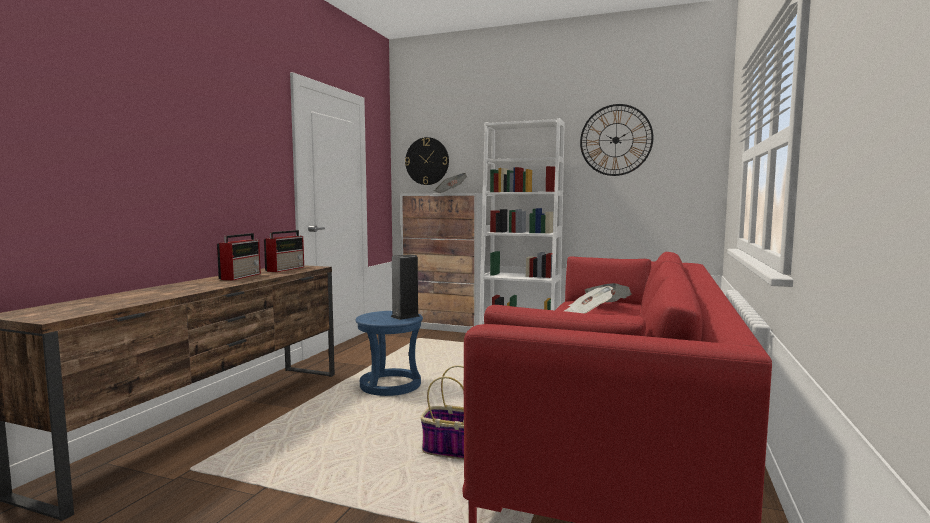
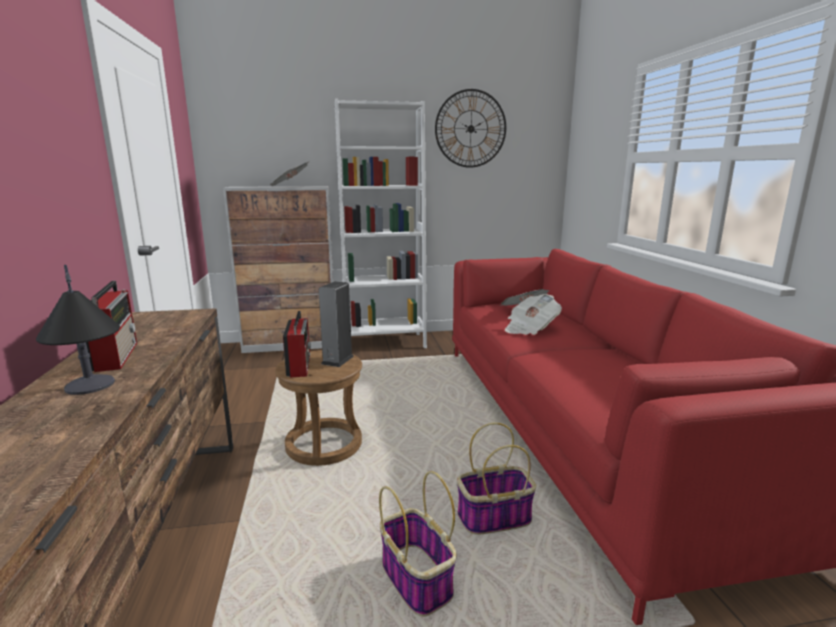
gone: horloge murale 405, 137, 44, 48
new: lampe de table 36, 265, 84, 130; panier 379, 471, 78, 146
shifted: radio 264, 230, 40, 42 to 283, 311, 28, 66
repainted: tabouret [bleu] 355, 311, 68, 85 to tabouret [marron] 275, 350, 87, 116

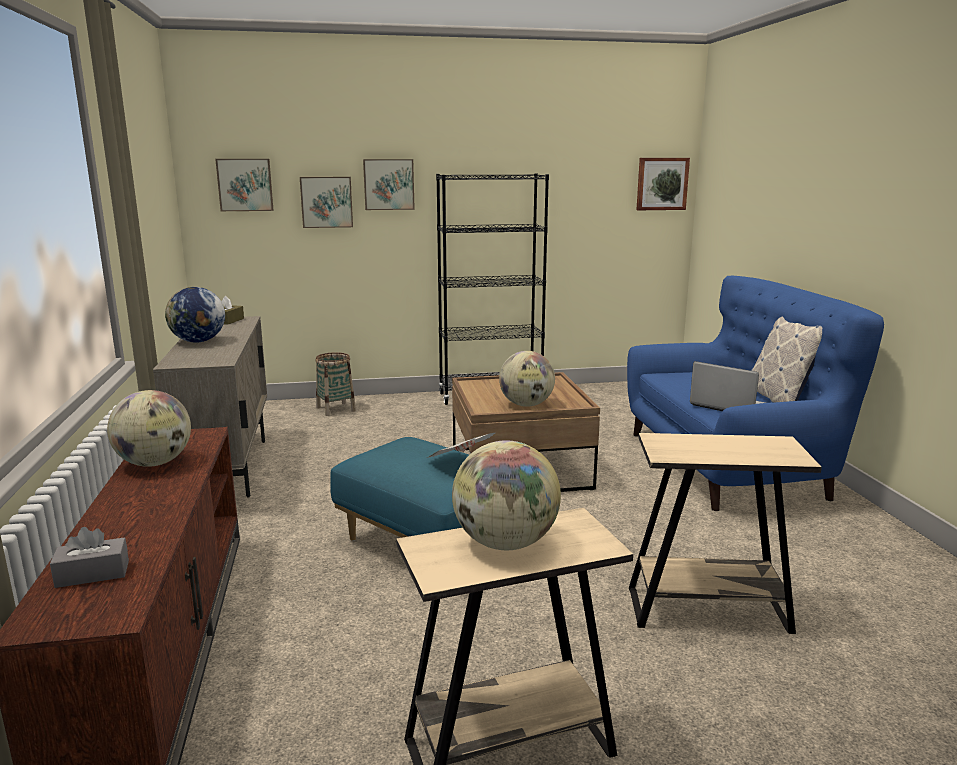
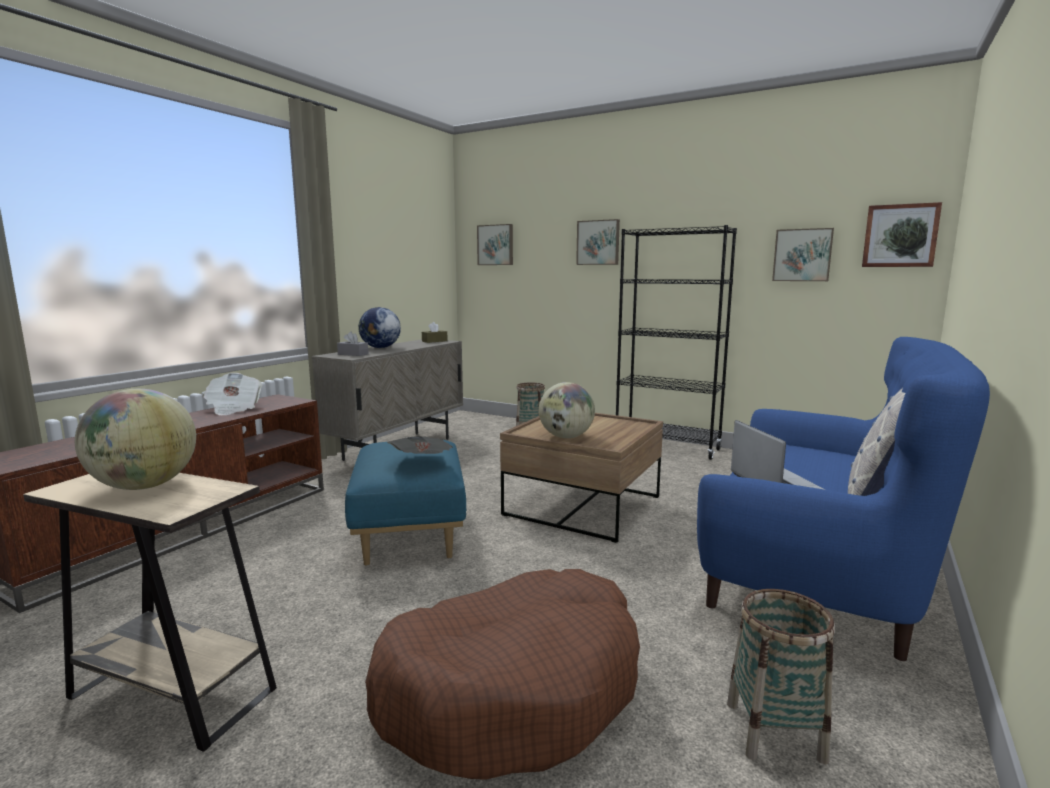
new: panier 727, 589, 108, 175
shifted: boîte à mouchoirs [gris] 50, 527, 79, 61 to 337, 332, 32, 24; tableau 300, 177, 53, 51 to 772, 228, 62, 53
swapped: globe 107, 390, 84, 77 to journal 203, 373, 59, 42; table d'appoint [beige] 629, 433, 193, 201 to panier pour chien [marron] 365, 569, 275, 211

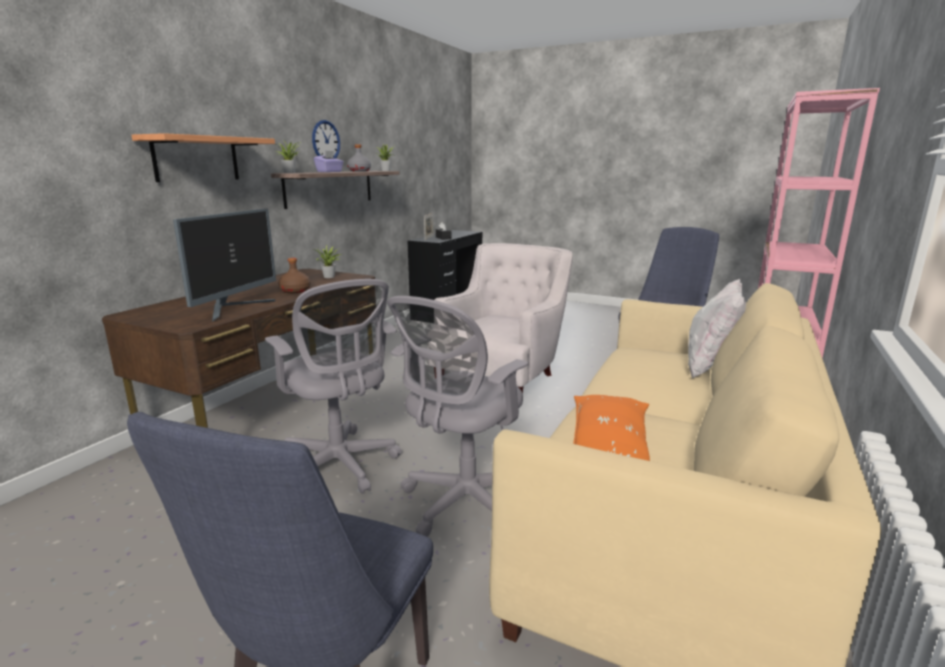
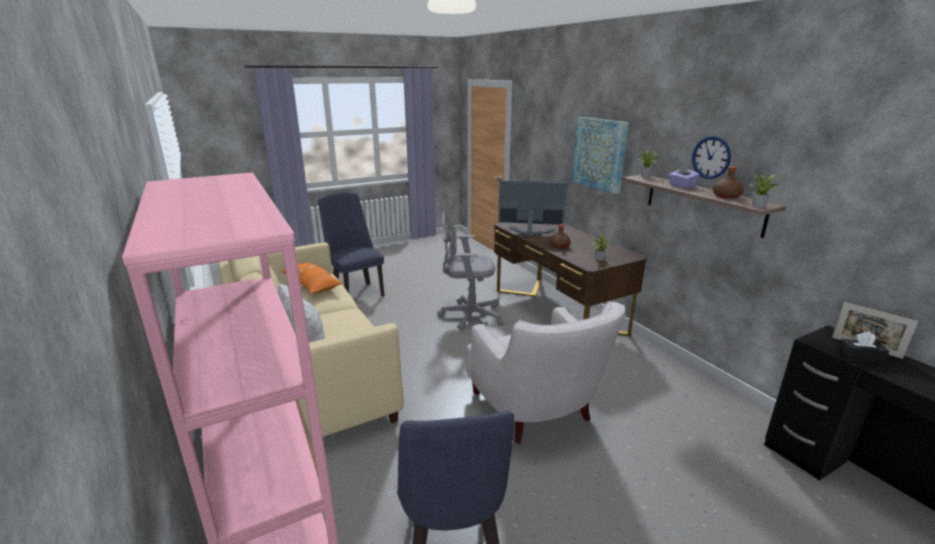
gone: chaise de bureau [gris] 387, 296, 141, 241
swapped: étagère 131, 133, 144, 49 to tableau 572, 117, 57, 77
repainted: bouteille [gris] 347, 145, 24, 26 to bouteille [marron] 713, 166, 31, 32
rotated: écran d'ordinateur 173, 208, 103, 114 = 498, 180, 69, 57 135 degrees clockwise

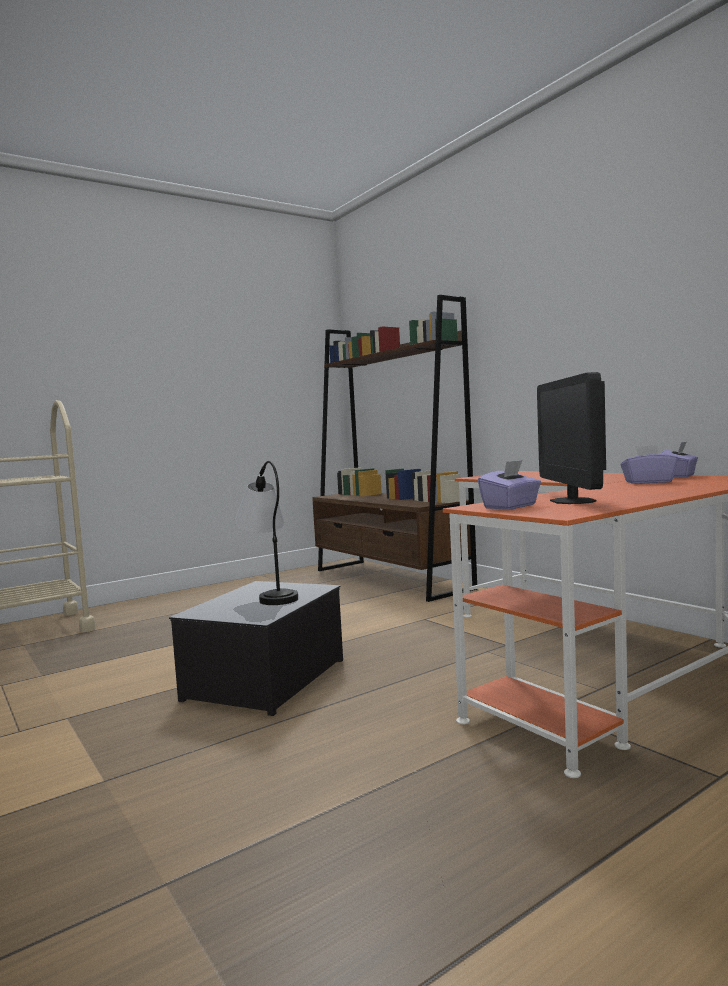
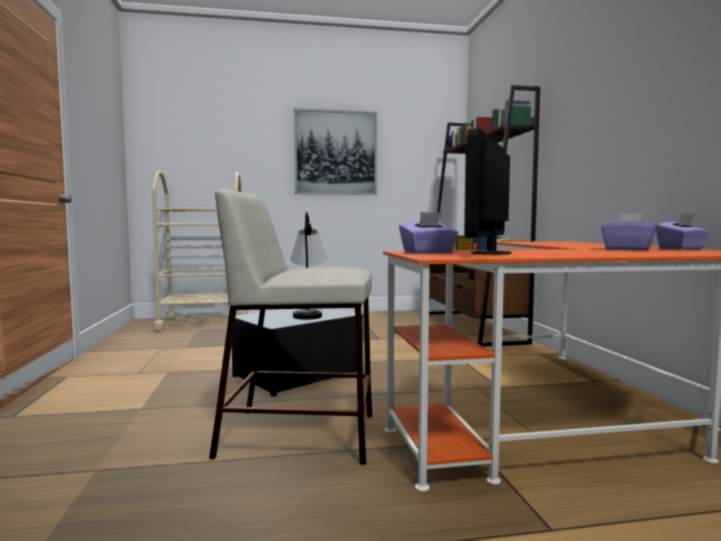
new: tabouret [beige] 209, 189, 163, 276; tableau 294, 109, 83, 86

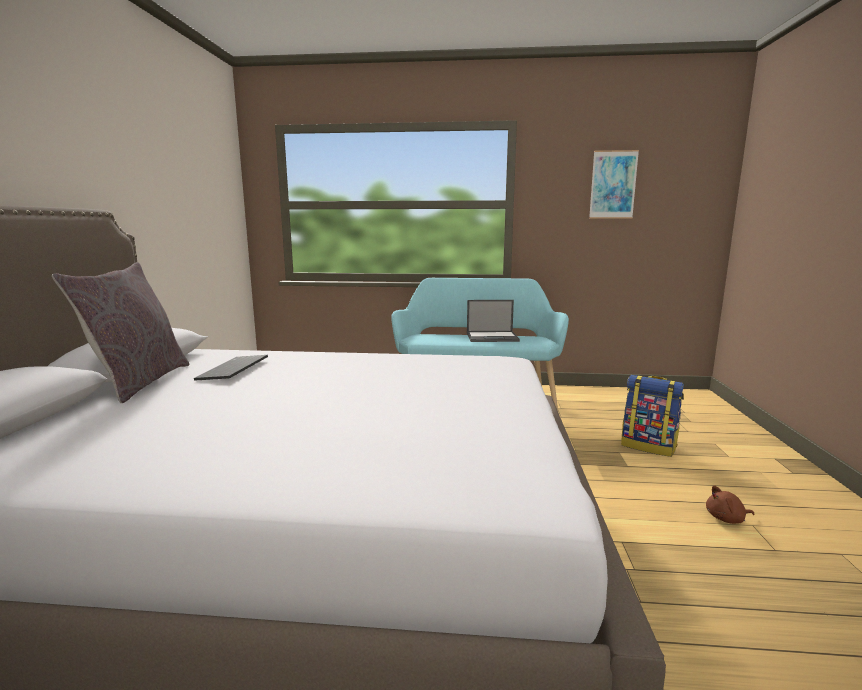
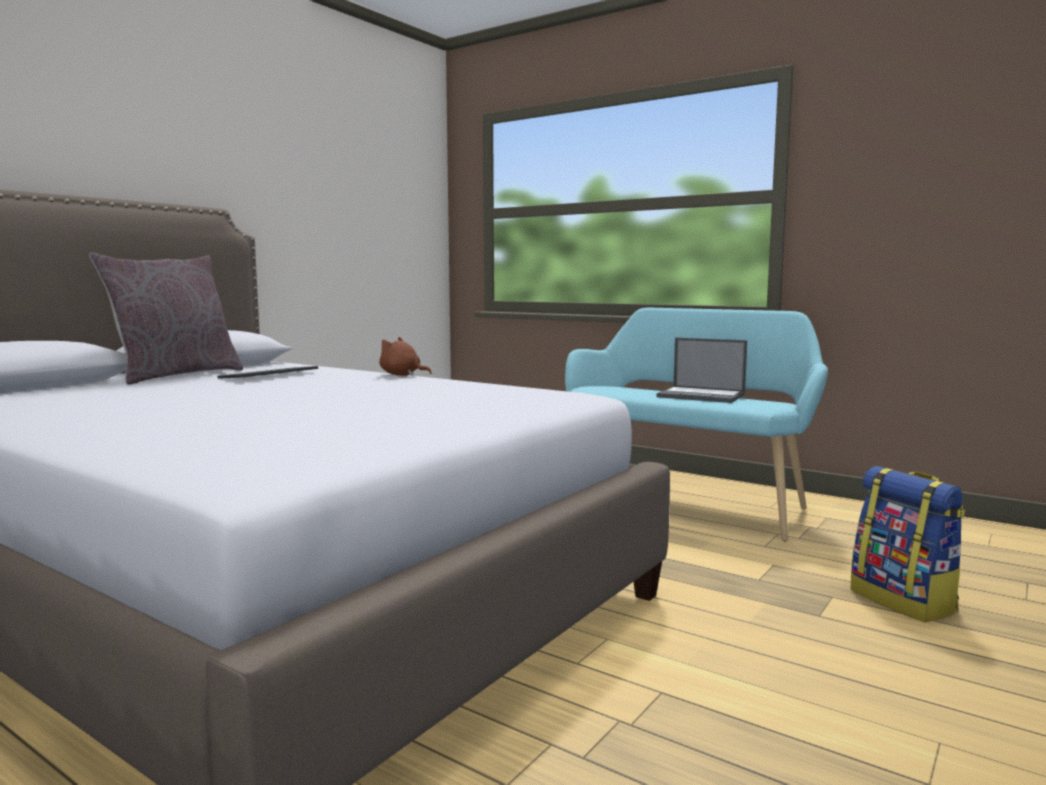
gone: tableau 589, 150, 50, 69
shifted: peluche [marron] 706, 485, 49, 39 to 379, 337, 53, 39

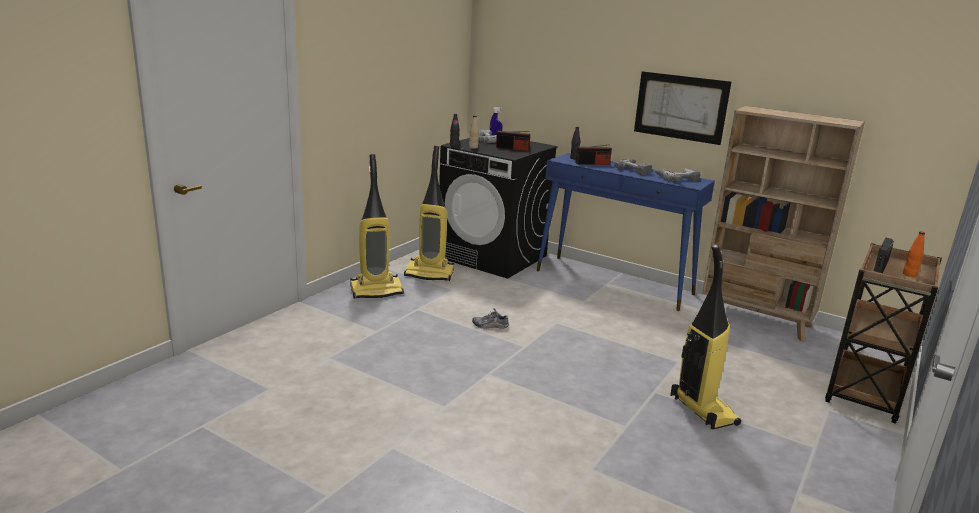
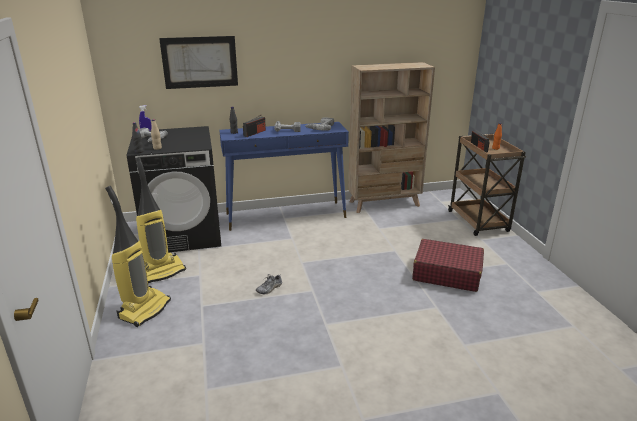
gone: radio 496, 131, 34, 20
shifted: tableau 634, 71, 97, 74 to 159, 36, 79, 53
swapped: aspirateur 670, 244, 71, 185 to valise [rouge] 412, 239, 72, 53

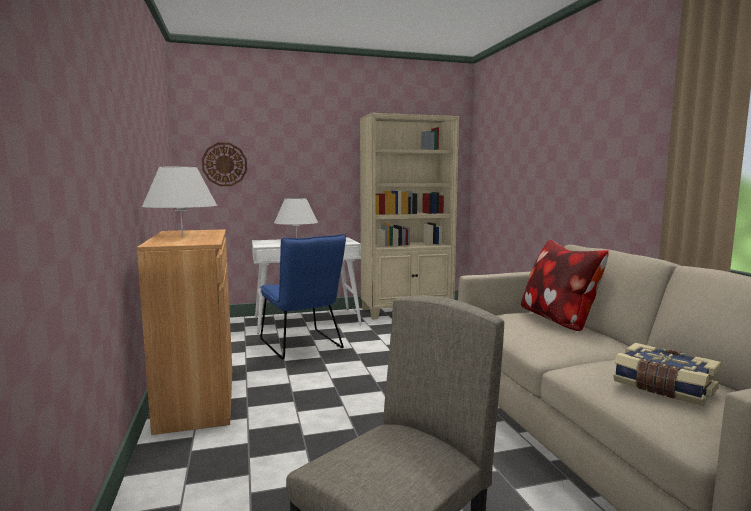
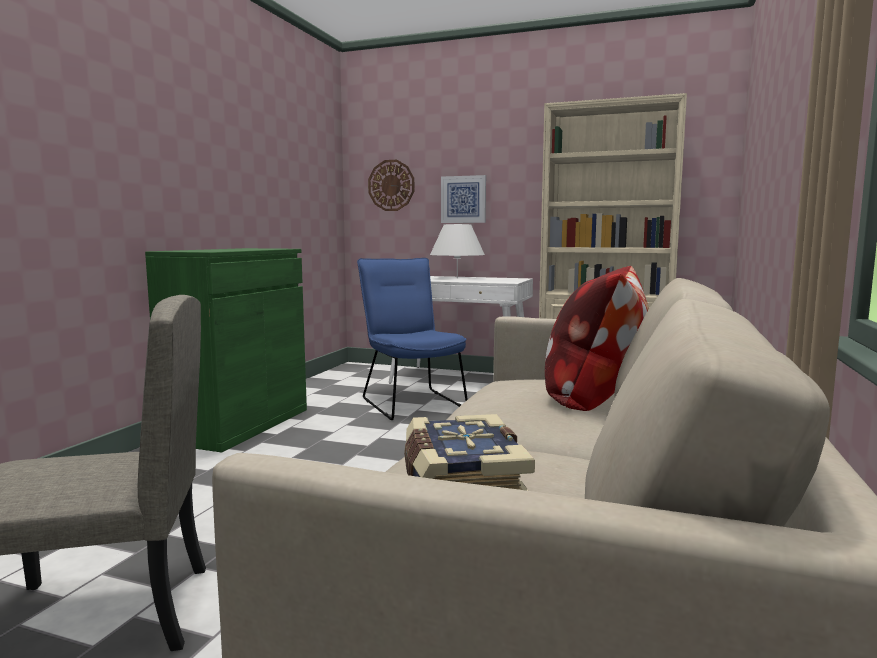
gone: lampe de table [blanc] 142, 167, 76, 69
new: tableau 441, 175, 45, 48
repainted: meuble de rangement [marron] 137, 229, 95, 206 to meuble de rangement [vert] 145, 248, 162, 205
rotated: chaise [bleu] 260, 234, 86, 125 = 357, 258, 111, 162 150 degrees clockwise

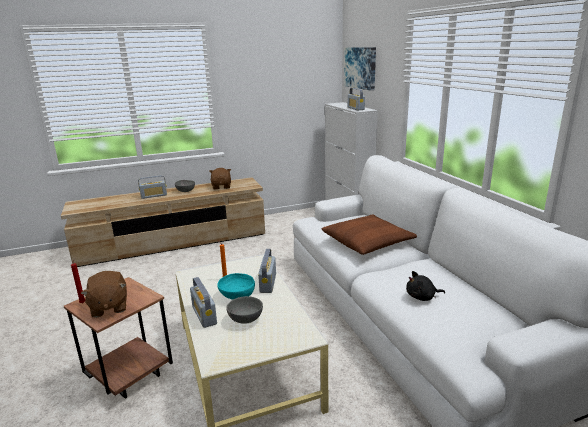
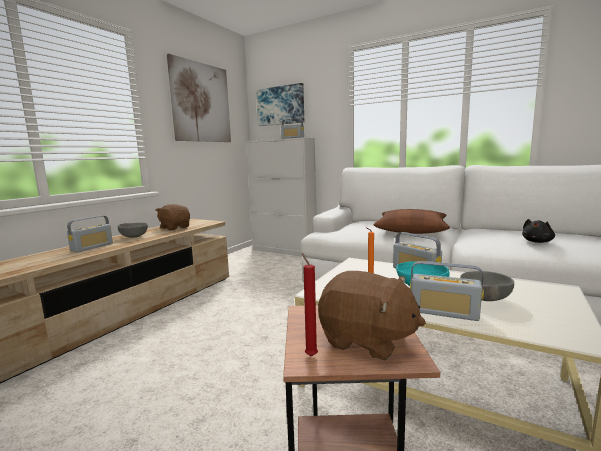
new: tableau 167, 54, 64, 88

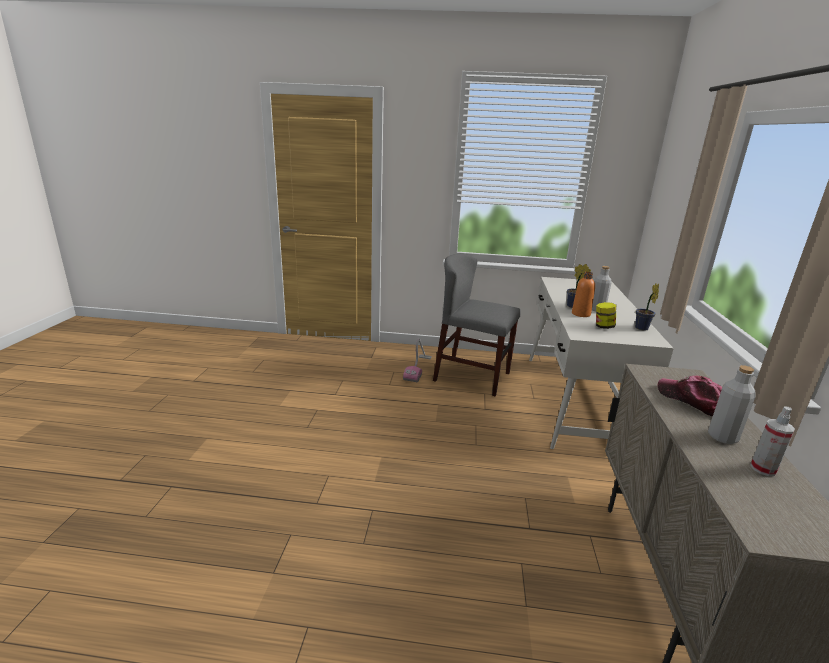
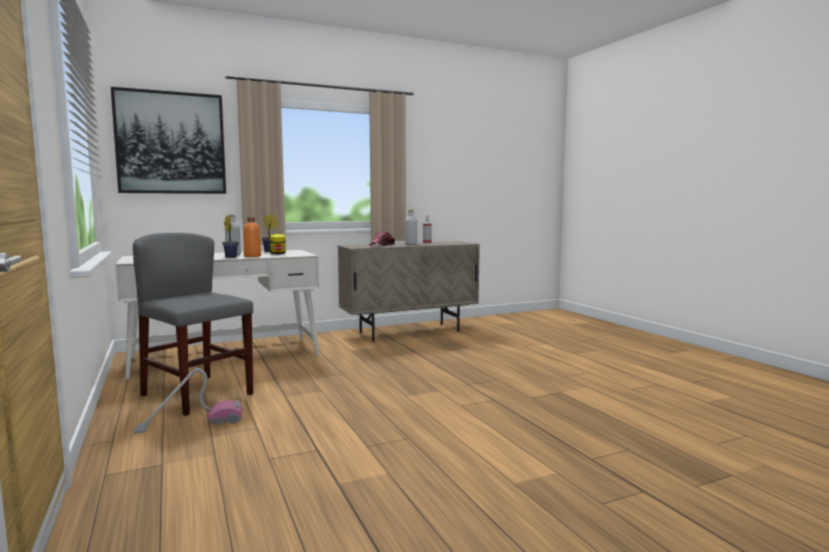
new: tableau 111, 87, 115, 107
rotated: chaise [gris] 433, 254, 88, 142 = 133, 233, 120, 183 135 degrees clockwise

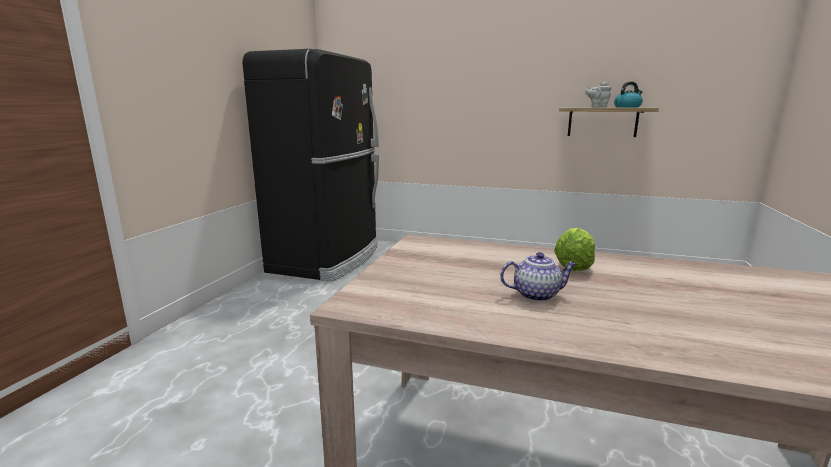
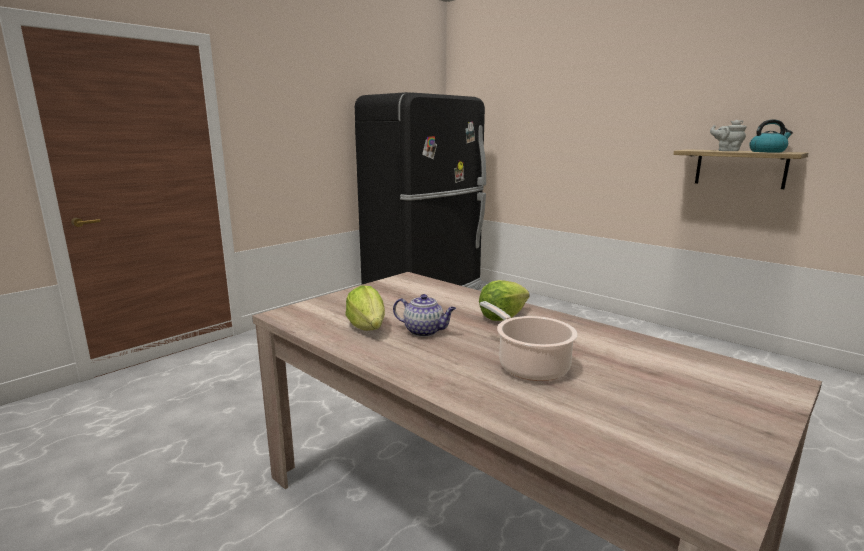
new: laitue 346, 285, 39, 46; marmite 480, 301, 97, 80

